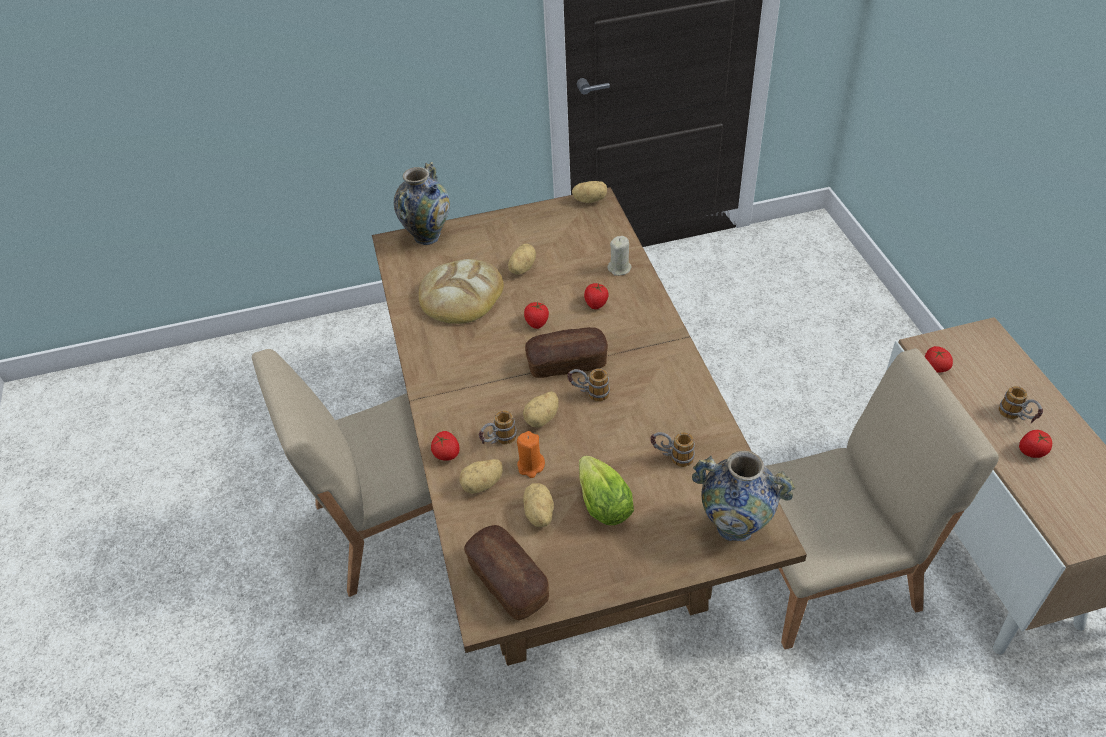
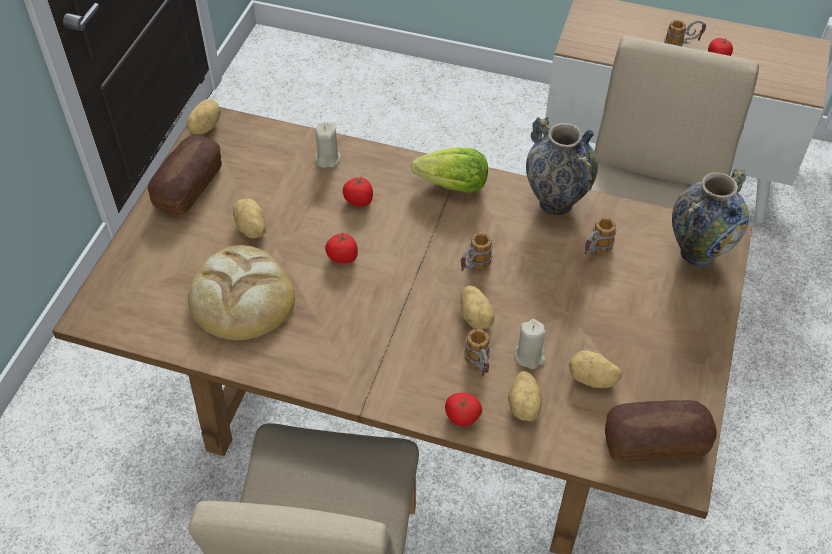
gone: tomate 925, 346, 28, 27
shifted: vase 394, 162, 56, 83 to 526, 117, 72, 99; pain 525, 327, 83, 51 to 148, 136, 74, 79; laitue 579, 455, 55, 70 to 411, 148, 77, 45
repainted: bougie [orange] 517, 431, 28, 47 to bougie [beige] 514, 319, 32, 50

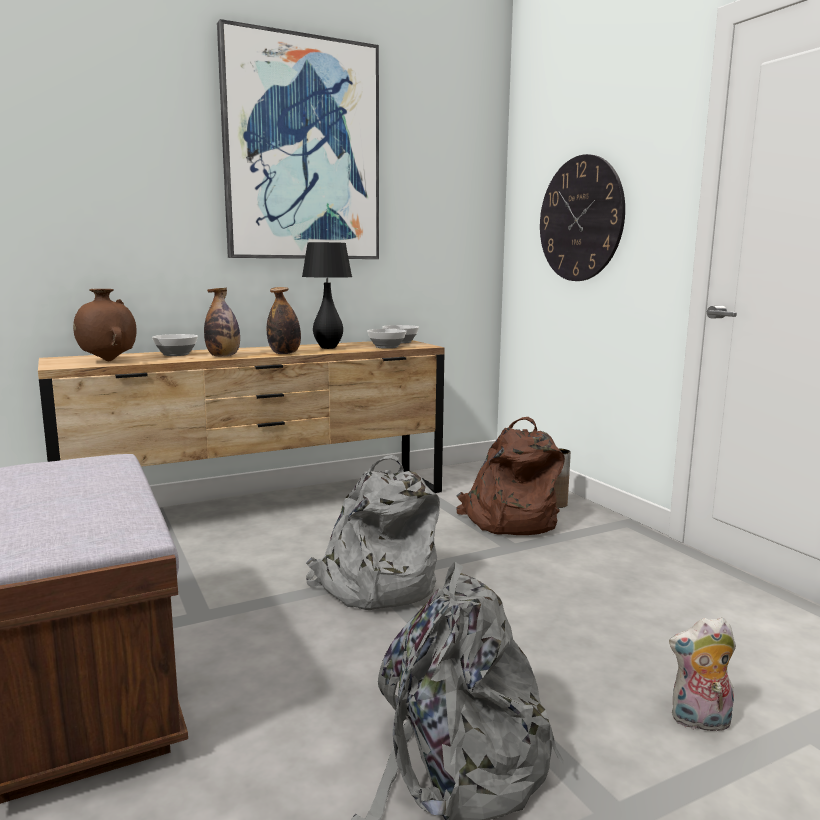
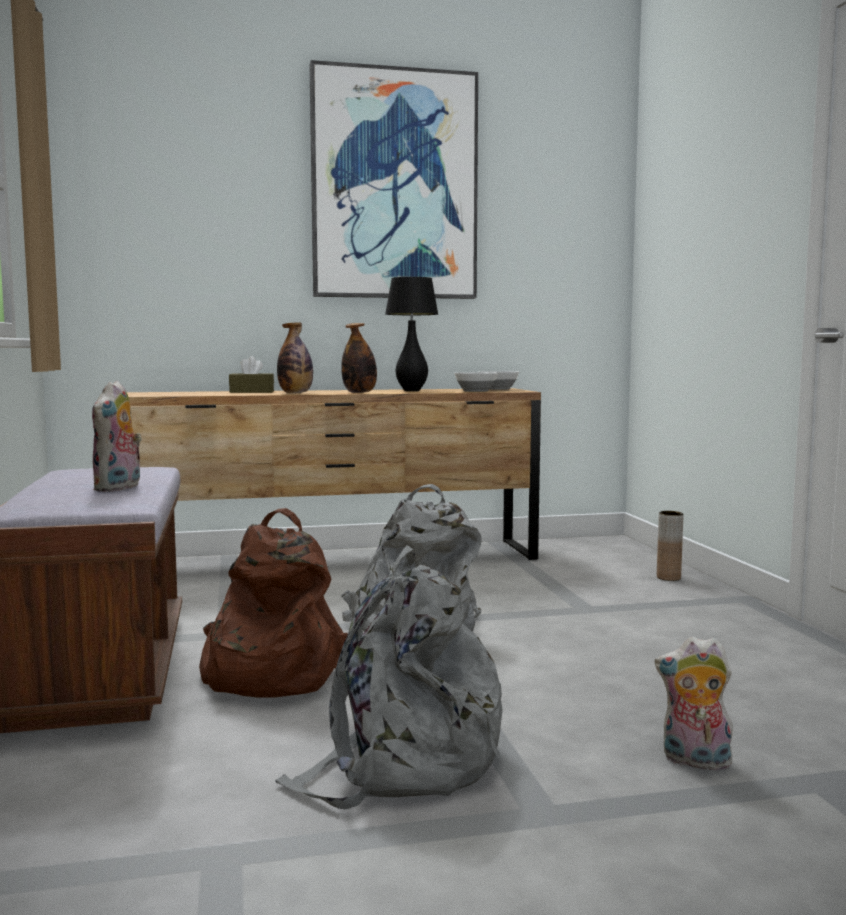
gone: vase [marron] 73, 289, 63, 72; horloge murale 540, 154, 85, 127
new: peluche 92, 380, 50, 112
shifted: sac à dos [marron] 457, 417, 108, 118 to 199, 508, 149, 190
swapped: bol 152, 334, 46, 22 to boîte à mouchoirs [marron] 229, 356, 45, 37

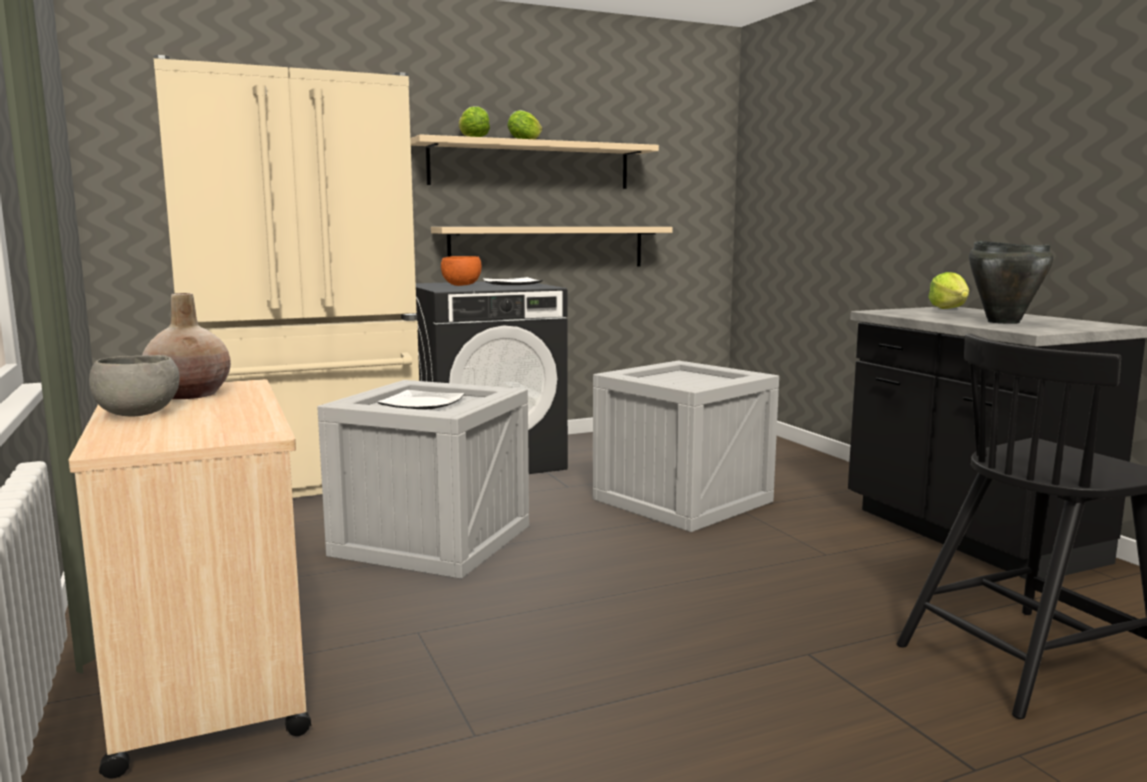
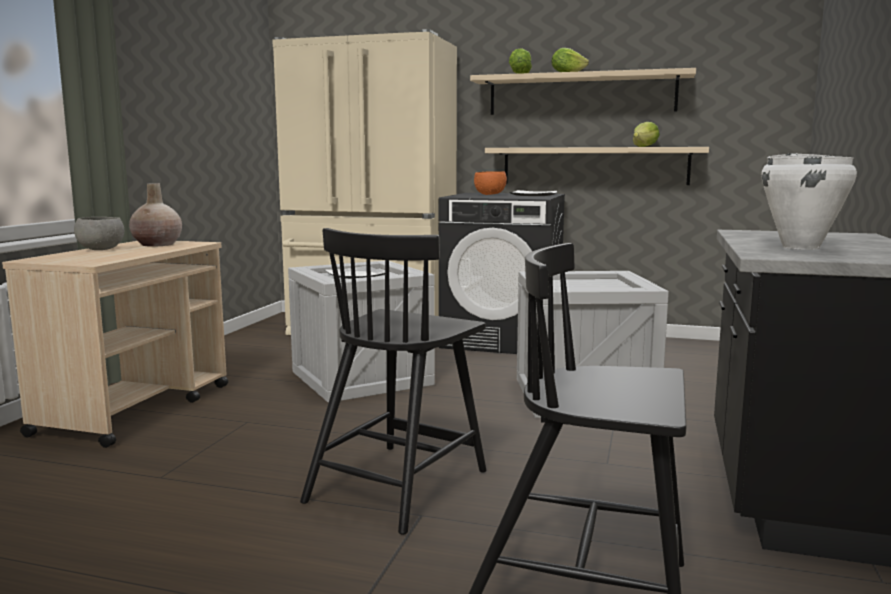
new: chaise [noir] 300, 228, 187, 307
shifted: laitue 928, 272, 41, 37 to 633, 122, 27, 25
repainted: marmite [noir] 969, 241, 84, 83 to marmite [blanc] 761, 153, 96, 97

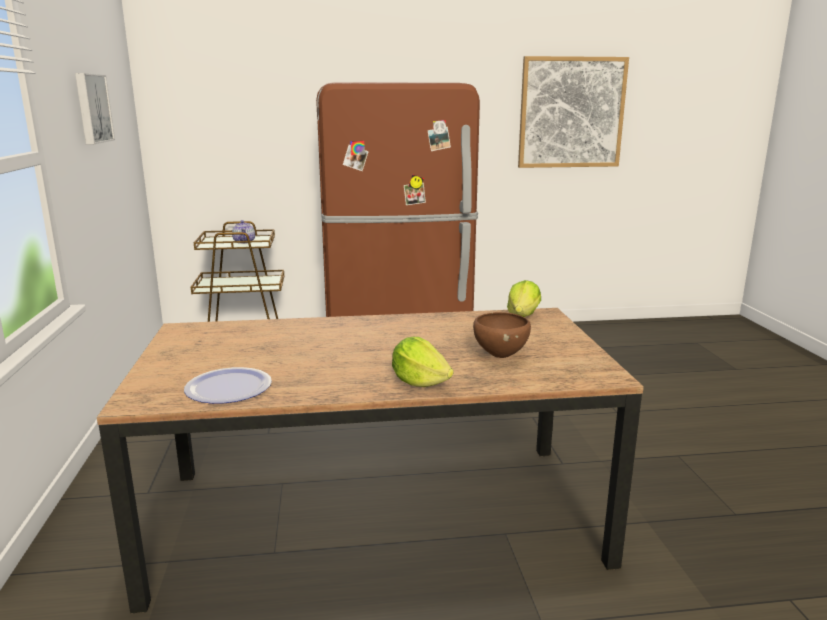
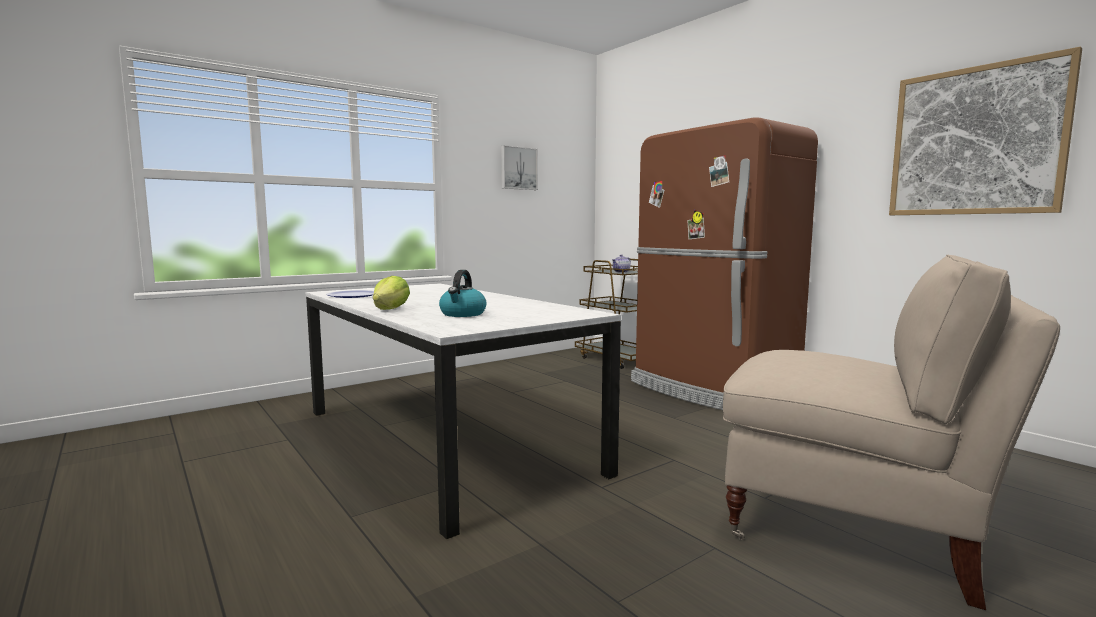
gone: laitue 507, 280, 34, 37
new: chaise [beige] 723, 255, 337, 355
swapped: bol [marron] 473, 312, 58, 46 to bouilloire 439, 270, 47, 47
repainted: table à manger [marron] 97, 308, 547, 305 to table à manger [blanc] 305, 283, 316, 256

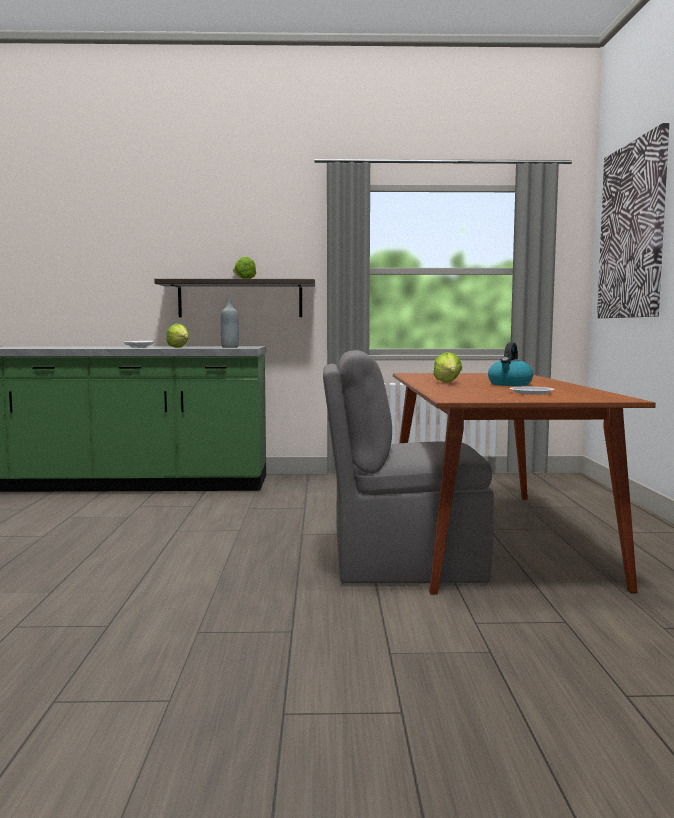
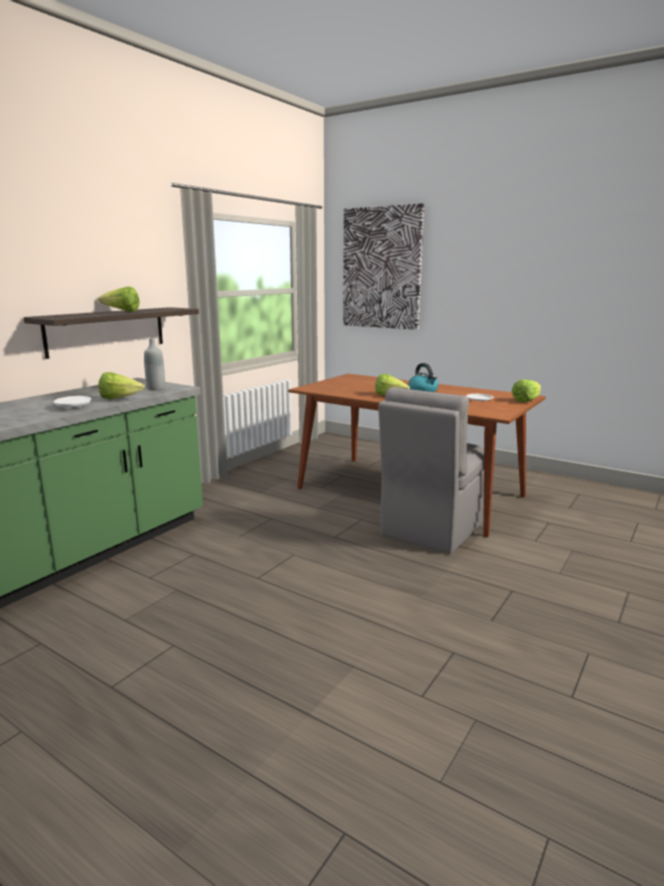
new: laitue 512, 380, 29, 22

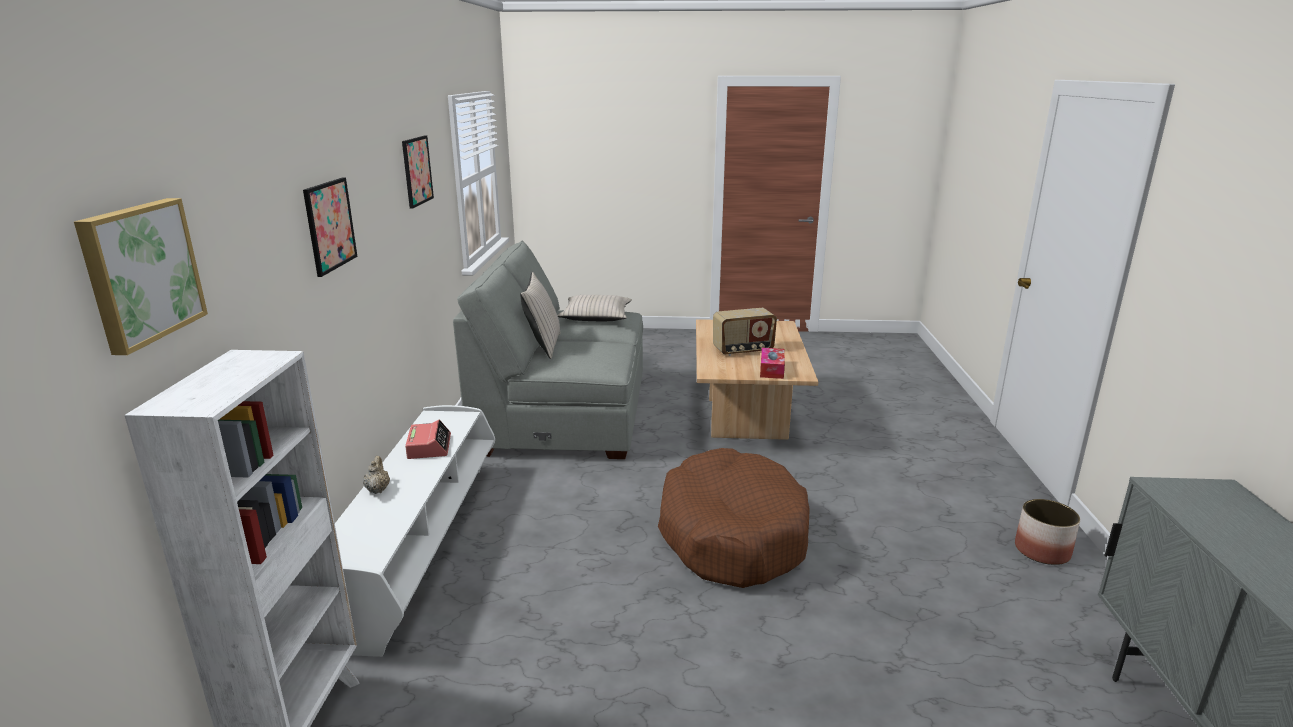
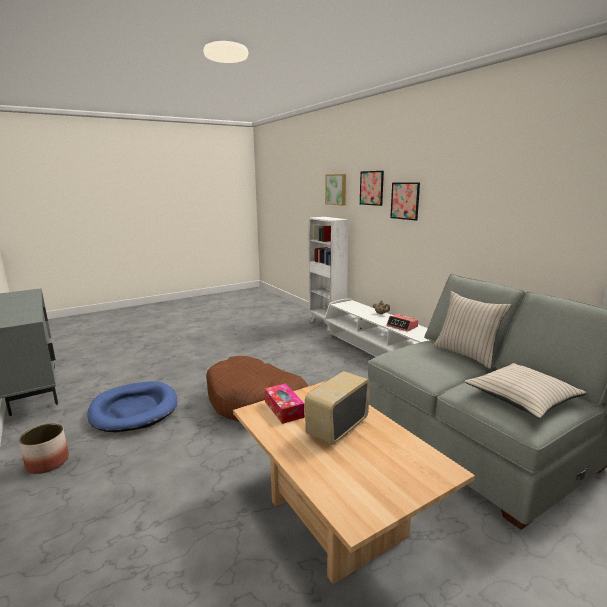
new: panier pour chien [bleu] 88, 381, 89, 51
shifted: tableau 402, 136, 32, 73 to 360, 171, 24, 35

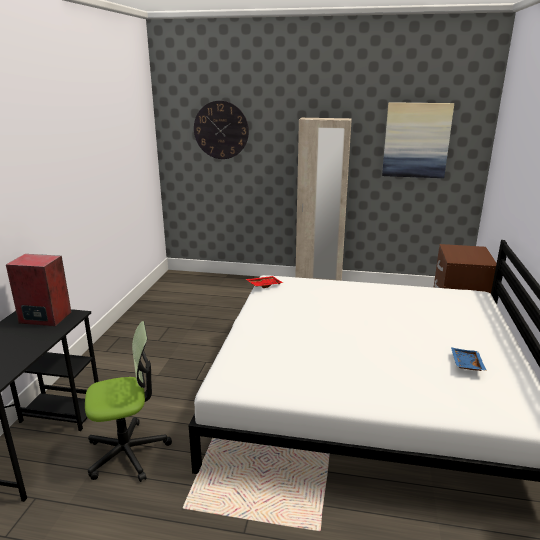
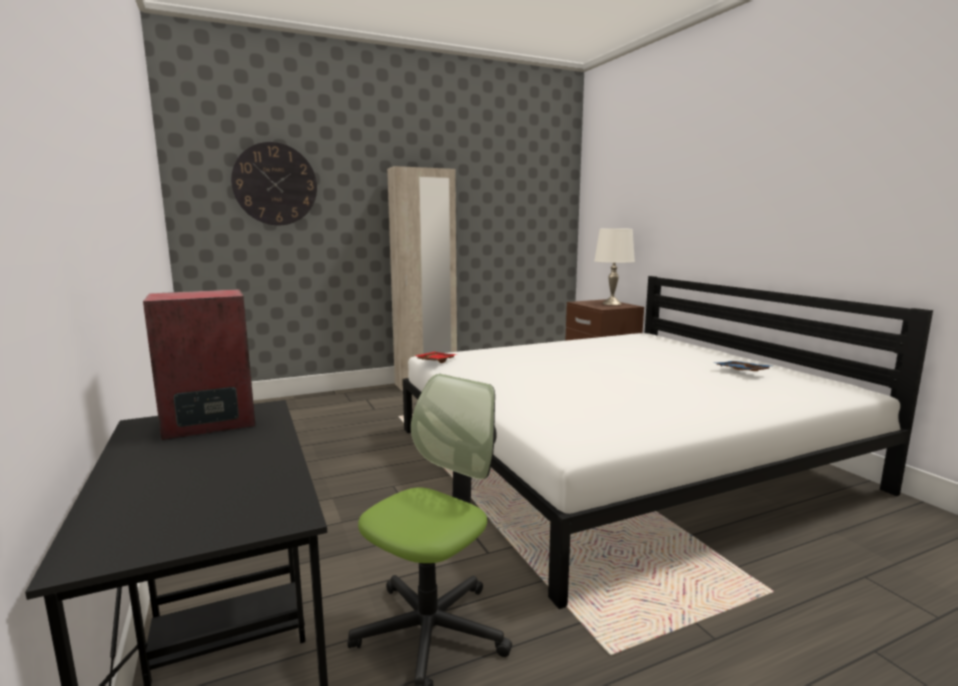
gone: tableau 382, 102, 72, 76
new: lampe de table [blanc] 594, 229, 41, 76

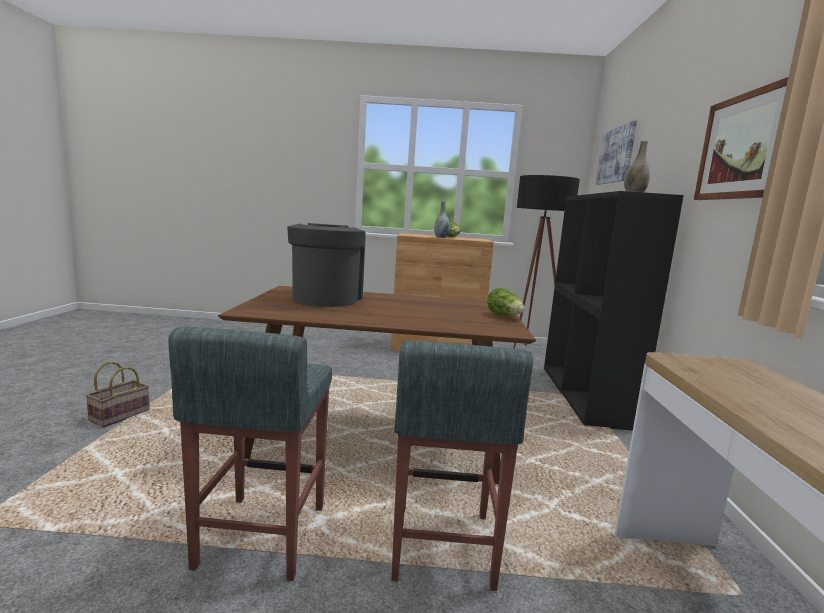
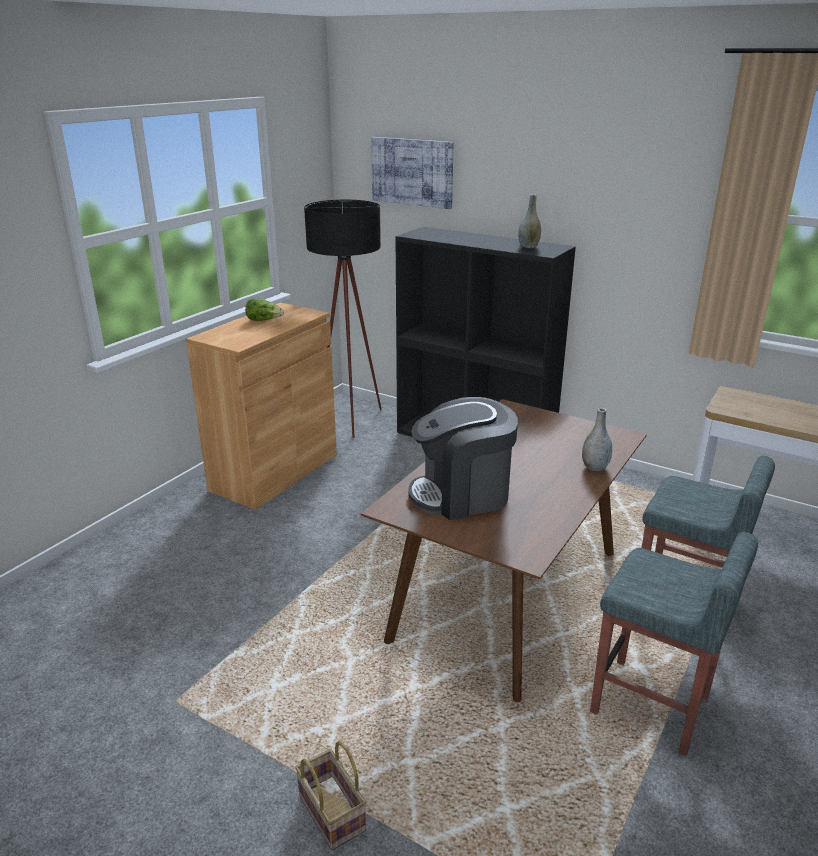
gone: laitue 487, 288, 38, 27; tableau 694, 77, 94, 123
shifted: vase [gris] 434, 201, 16, 37 to 582, 408, 30, 63
rotated: machine à café 287, 223, 78, 84 = 408, 397, 110, 123 45 degrees counterclockwise

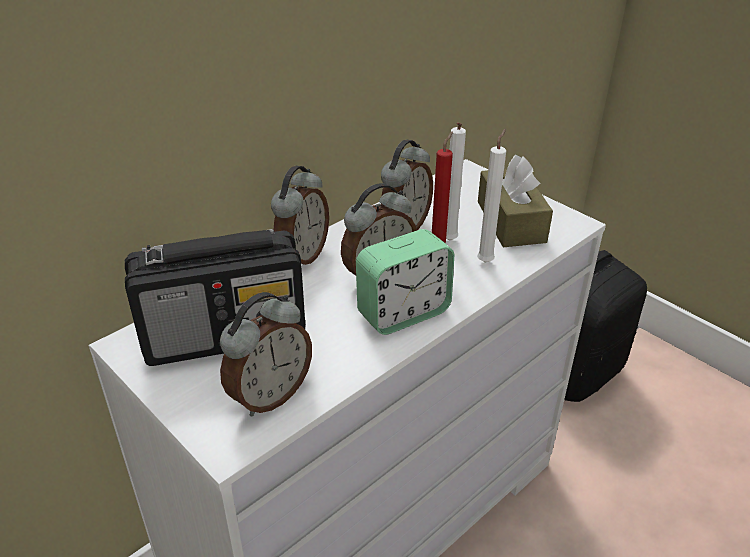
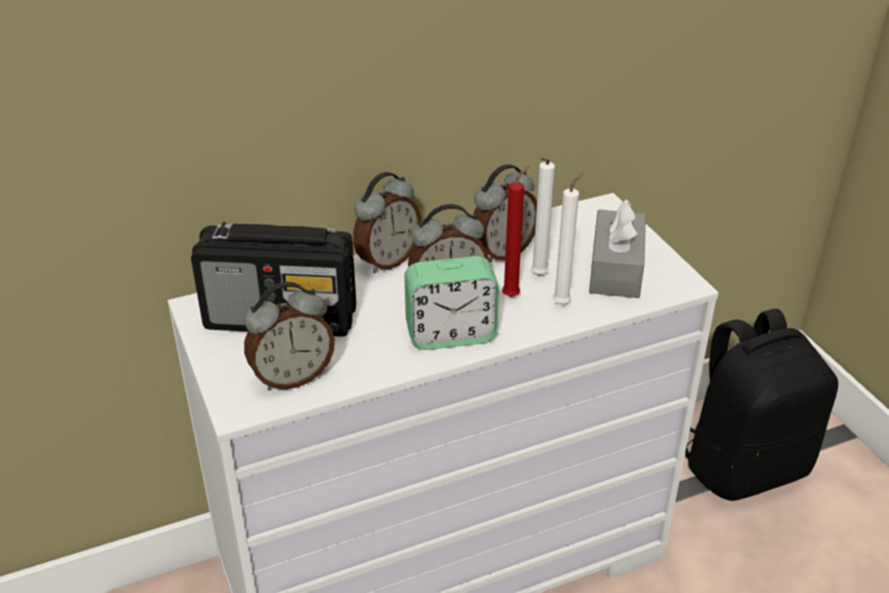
repainted: boîte à mouchoirs [marron] 478, 155, 75, 92 to boîte à mouchoirs [gris] 589, 199, 57, 99

